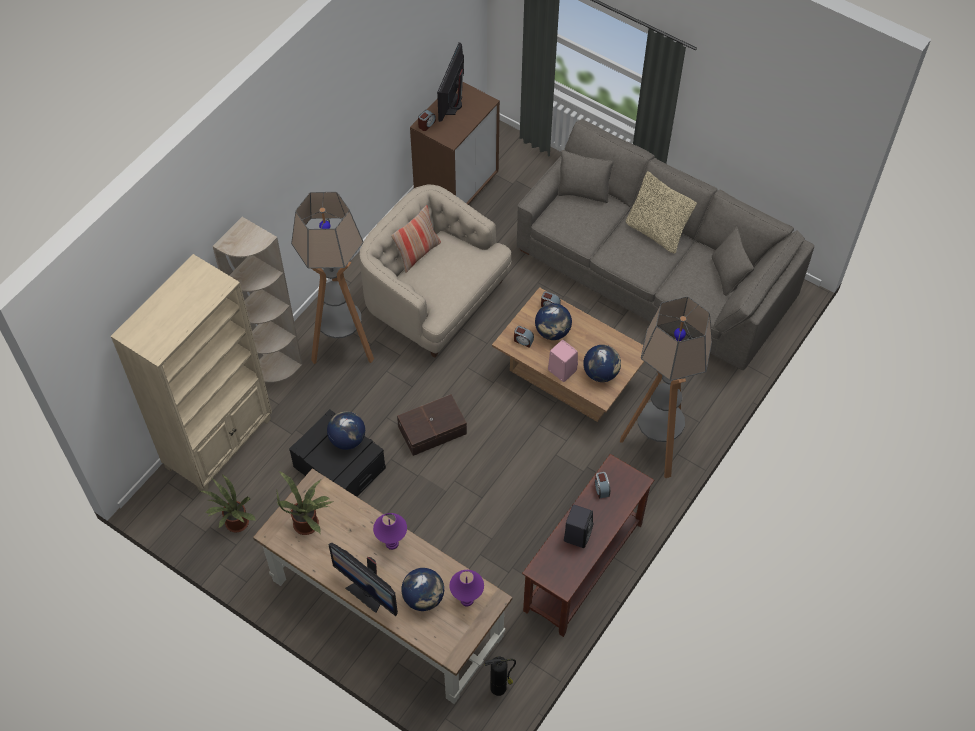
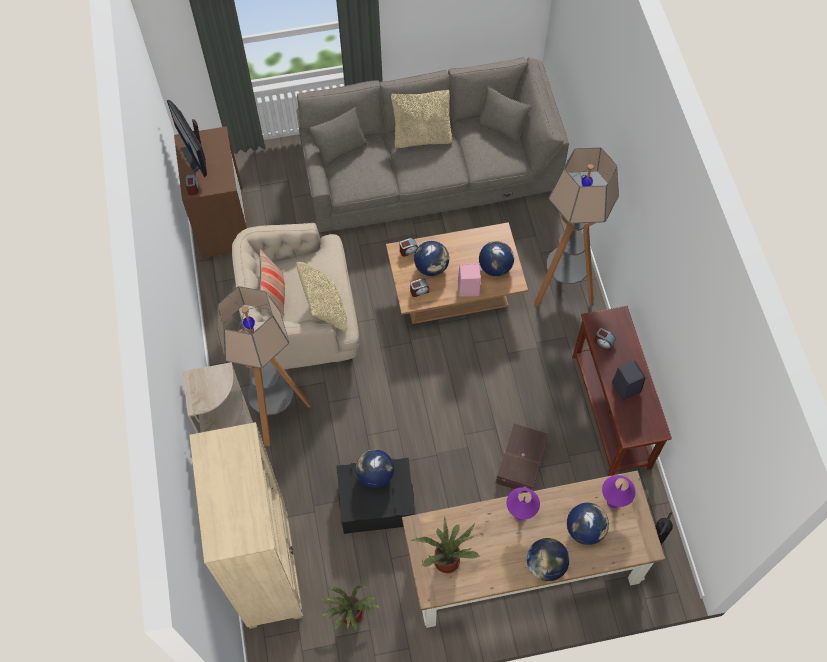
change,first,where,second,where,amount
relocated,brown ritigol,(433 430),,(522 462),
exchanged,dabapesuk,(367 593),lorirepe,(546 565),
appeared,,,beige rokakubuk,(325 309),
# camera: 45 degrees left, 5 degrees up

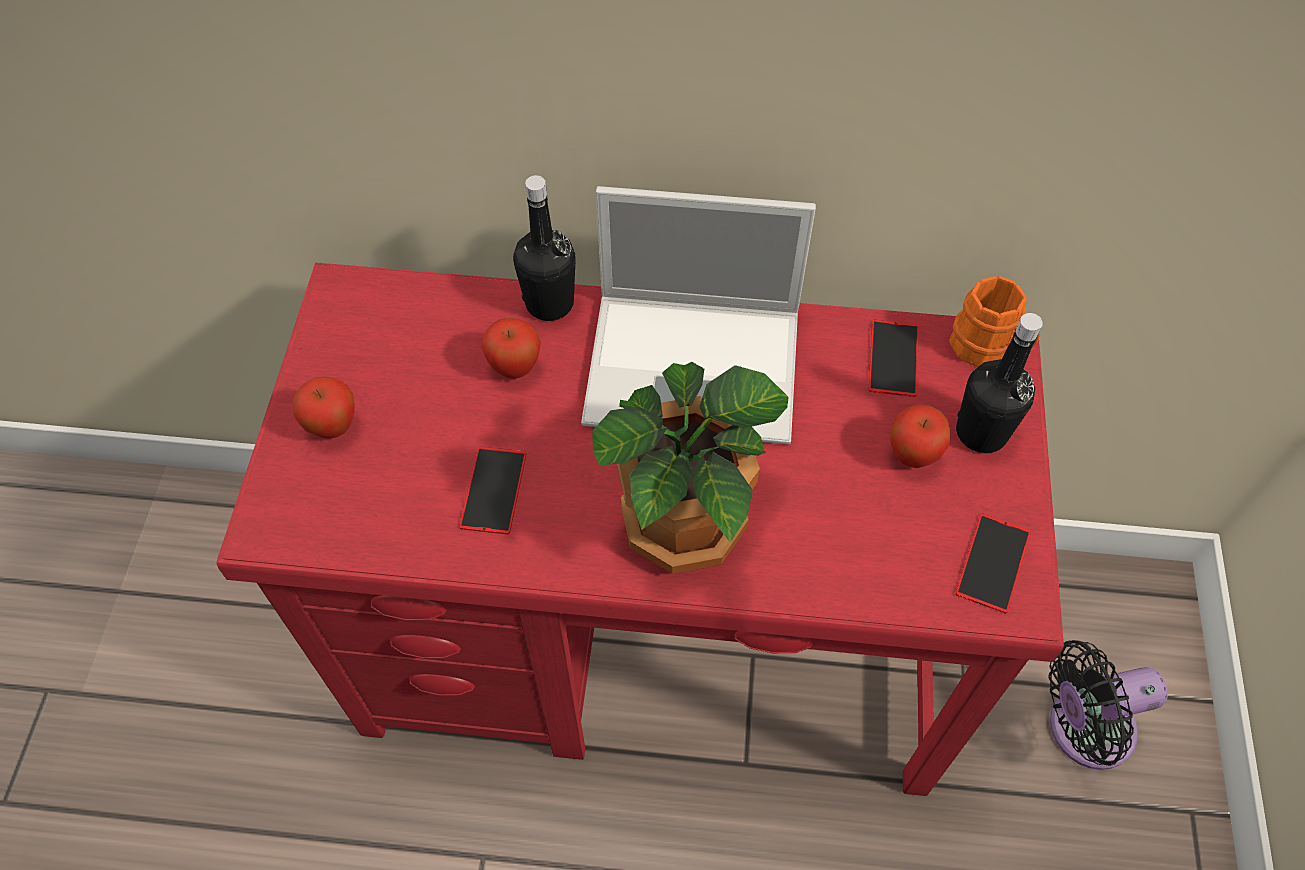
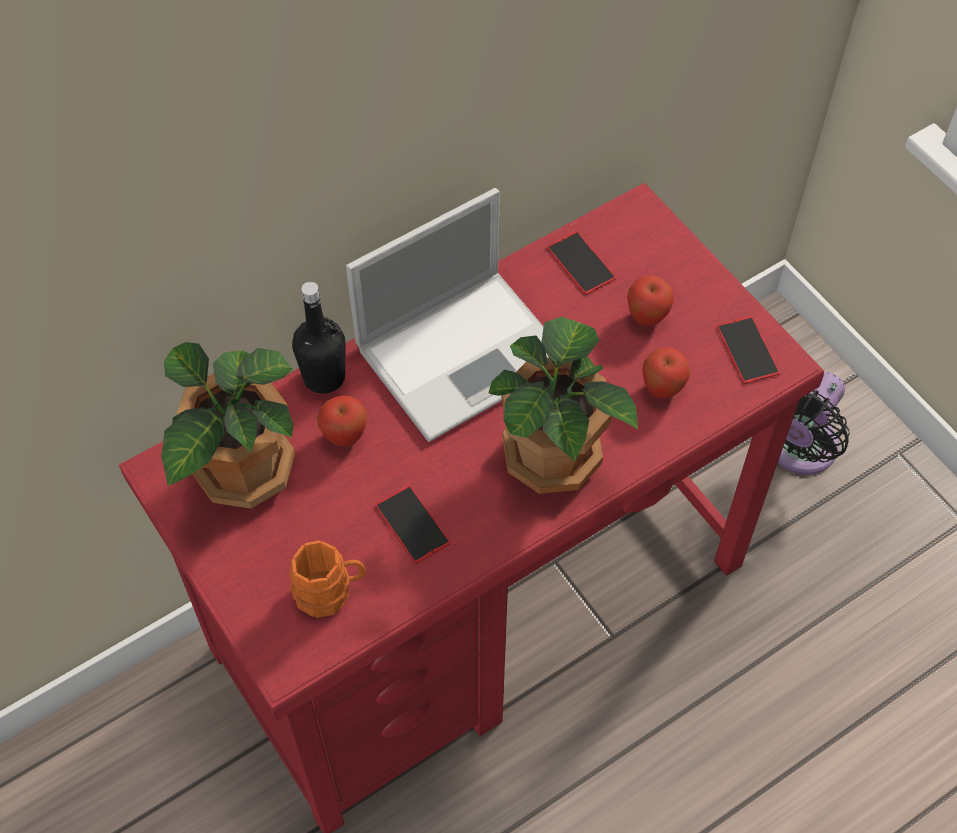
change,first,where,second,where,amount
relocated,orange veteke,(988 348),,(330 592),
missing,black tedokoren,(981 432),,,
relocated,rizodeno,(333 427),,(662 389),
appeared,,,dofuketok,(241 471),
# camera: 40 degrees left, 0 degrees up

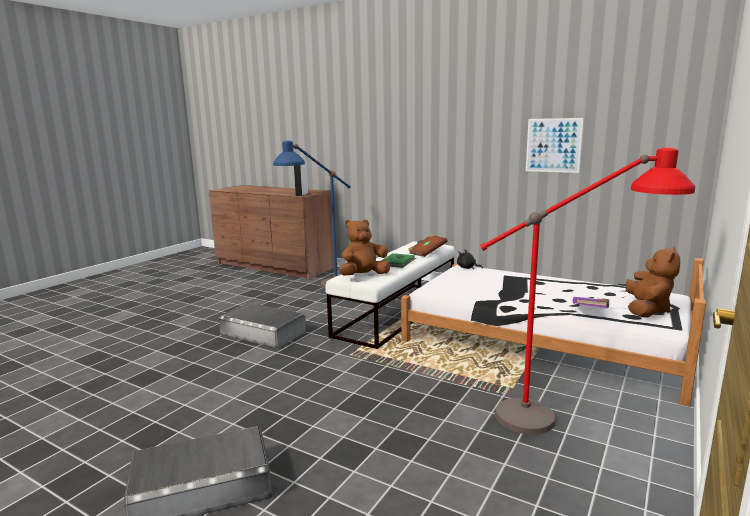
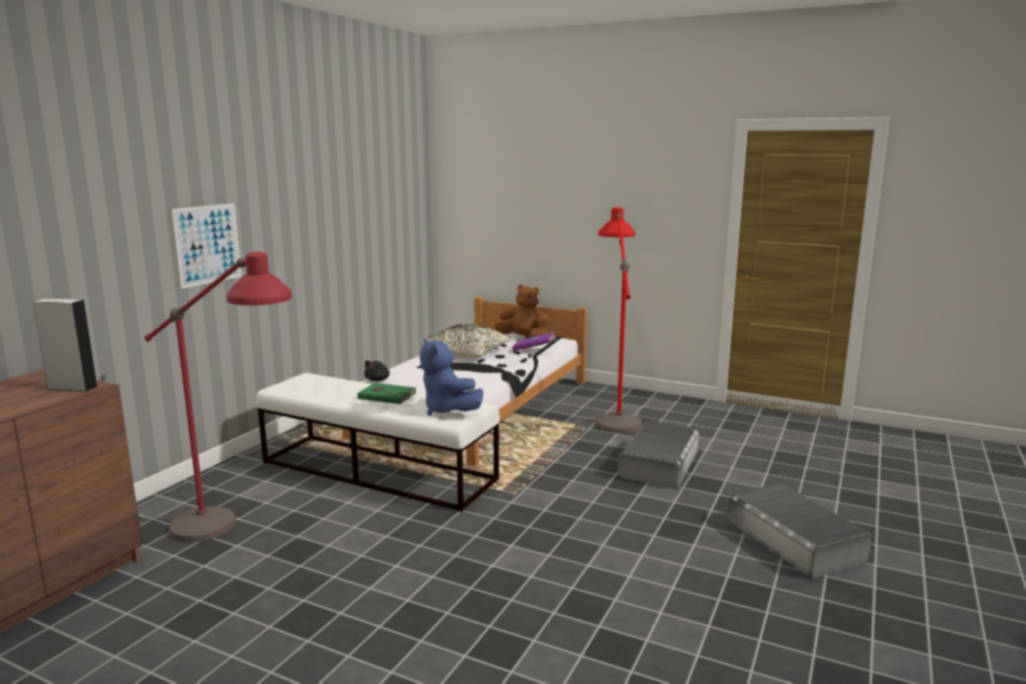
change,first,where,second,where,amount
relocated,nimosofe,(553 145),,(207 244),
colour,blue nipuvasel,(321 290),red nipuvasel,(233 537),
colour,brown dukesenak,(364 276),blue dukesenak,(448 410),
missing,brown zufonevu,(427 252),,,
relocated,grey ritigol,(263 332),,(659 464),
appeared,,,beige rokakubuk,(466 353),
# camera: 95 degrees left, 0 degrees up

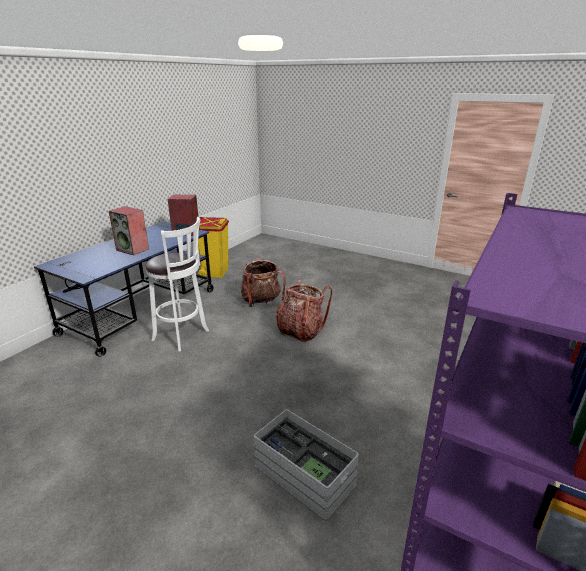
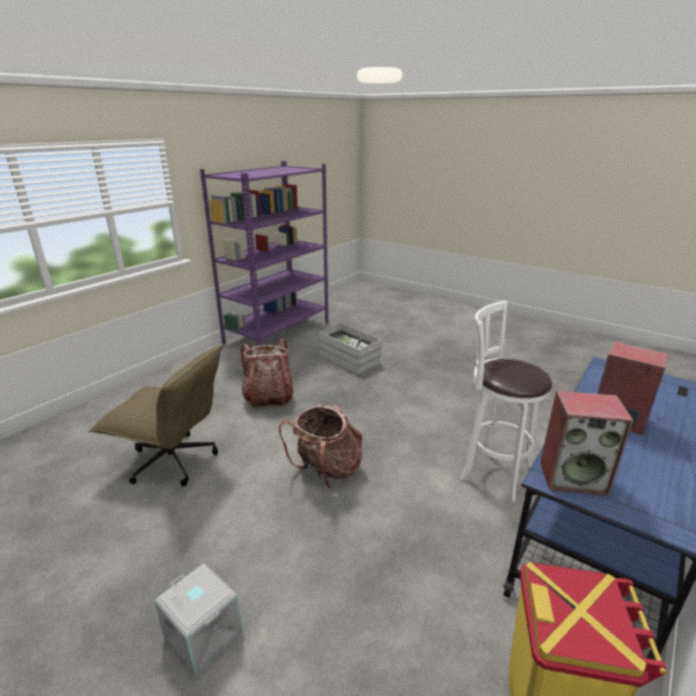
change,first,where,second,where,amount
relocated,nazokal,(262 301),,(269 398),
appeared,,,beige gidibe,(171 460),
appeared,,,grey ritigol,(205 633),
# camera: 175 degrees left, 0 degrees up

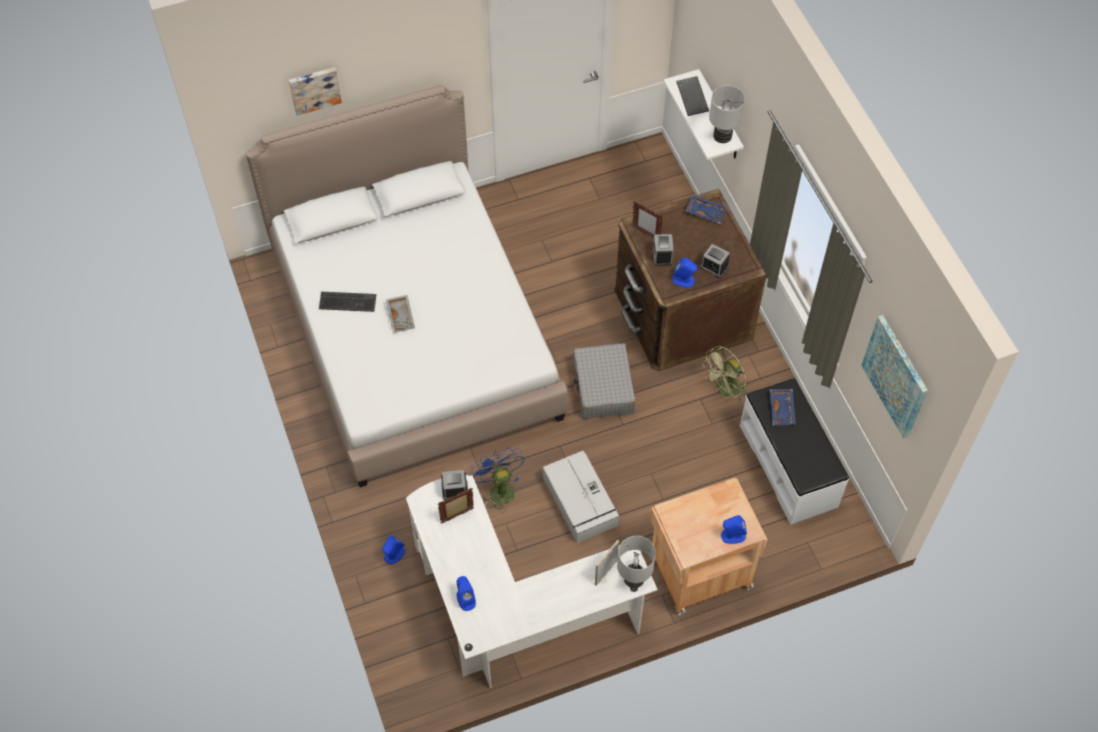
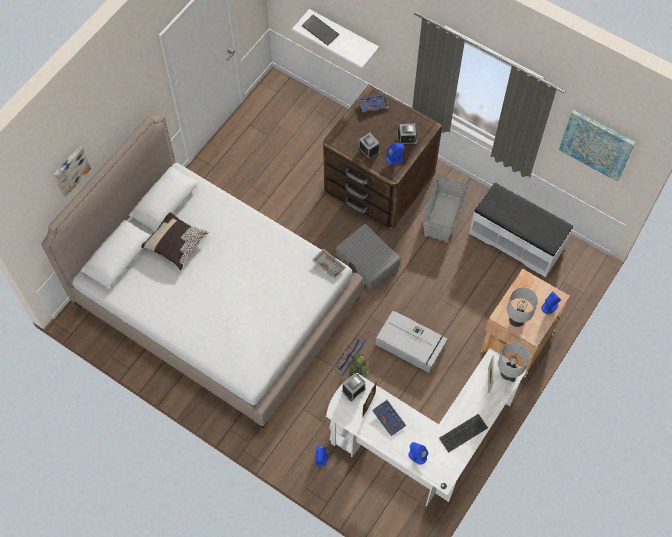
change,first,where,second,where,amount
relocated,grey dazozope,(722 136),,(516 319),
missing,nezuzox,(646 233),,,
relocated,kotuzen,(347 302),,(463 433),
relocated,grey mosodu,(401 316),,(329 265),
exchanged,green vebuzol,(725 390),grey ritigol,(443 216),
relocated,blue mosodu,(782 410),,(389 419),
appeared,,,rokakubuk,(176 244),
# camera: 35 degrees left, 5 degrees up

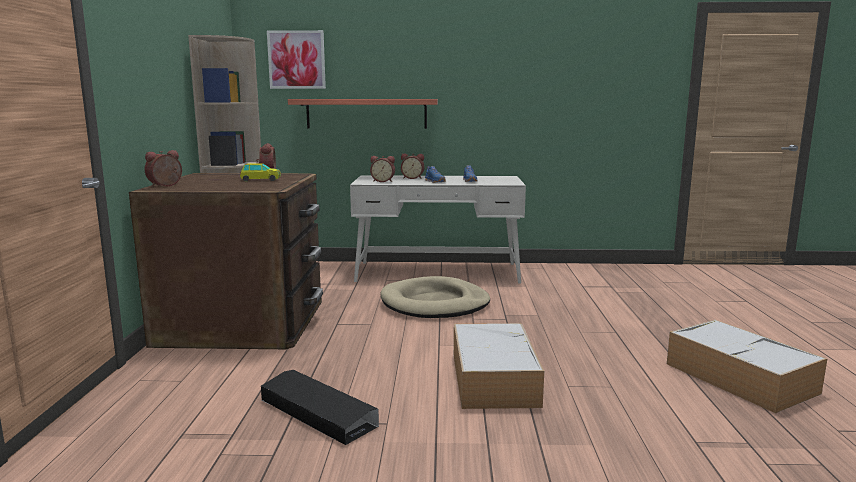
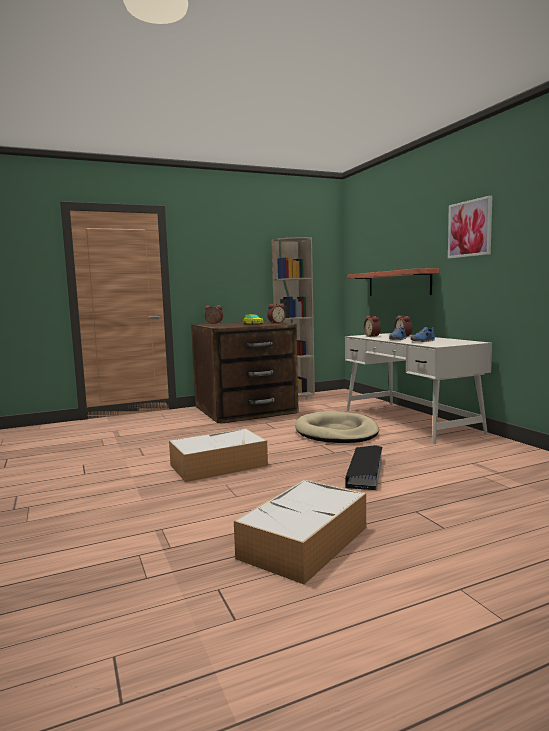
change,first,where,second,where,amount
relocated,nimosofe,(296 60),,(469 228),
relocated,black ritigol,(317 413),,(365 472),
# camera: 65 degrees right, 5 degrees down

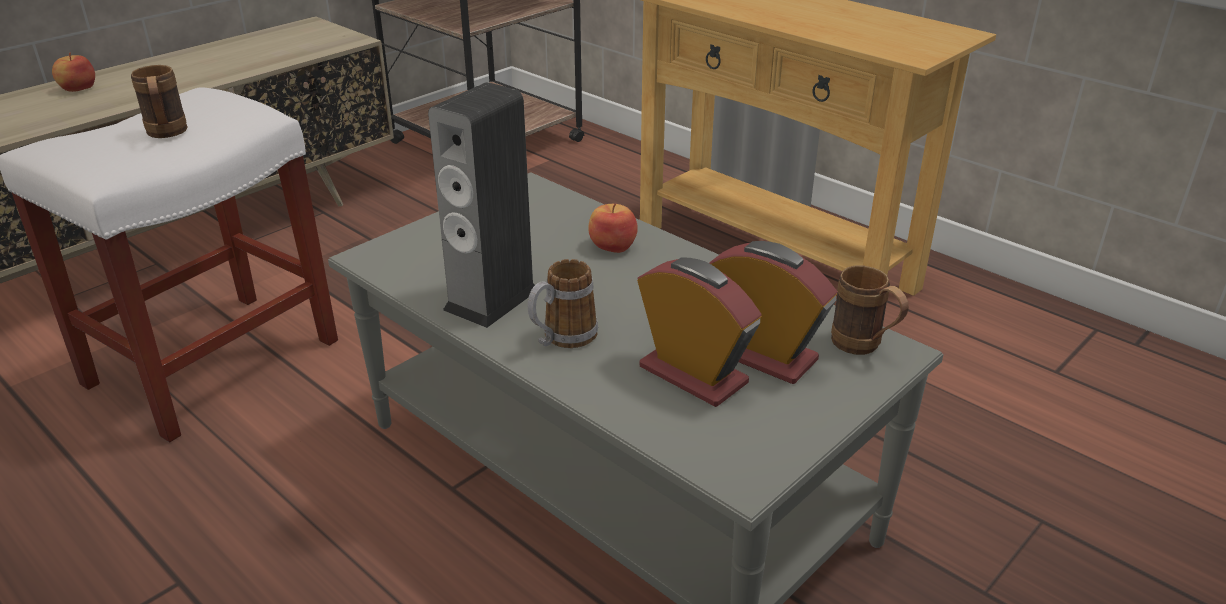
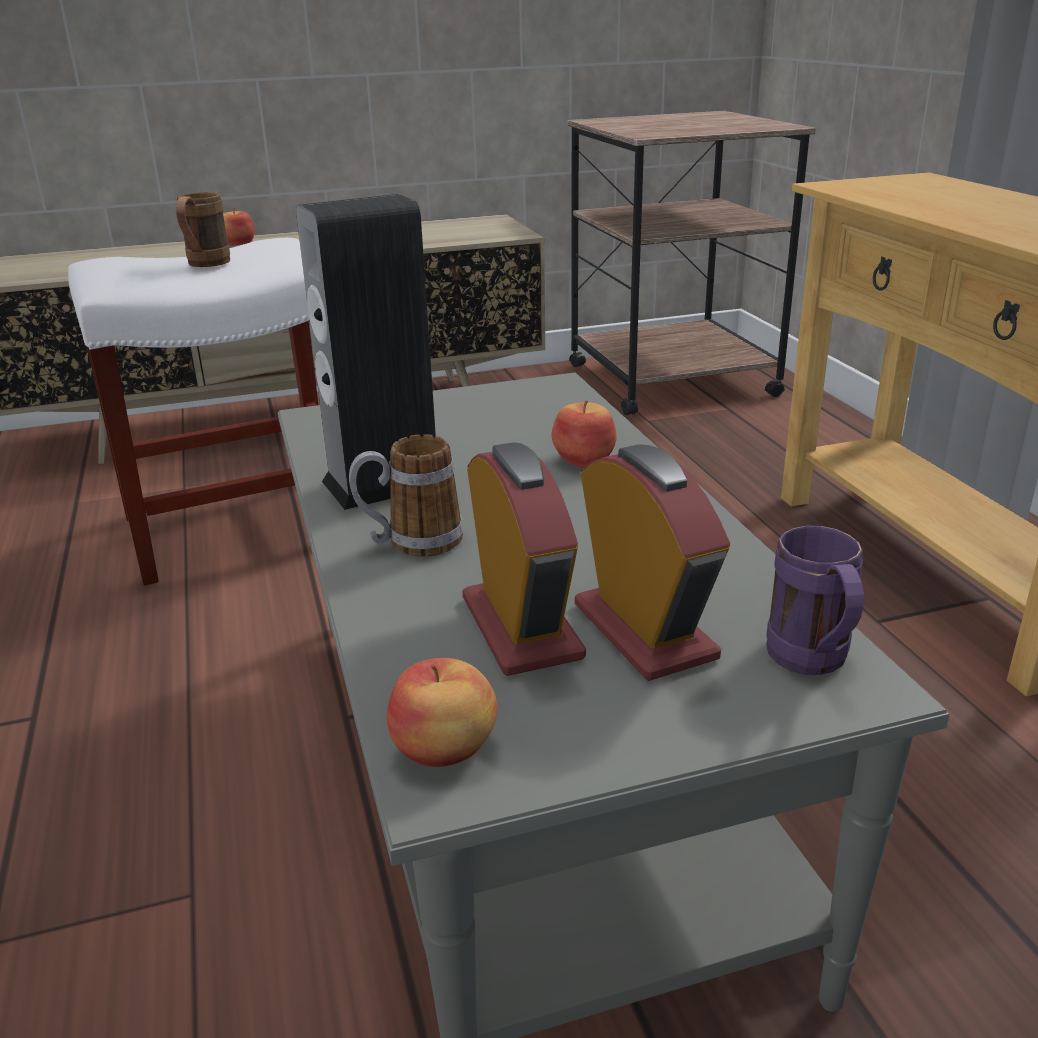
change,first,where,second,where,amount
colour,brown veteke,(864 347),purple veteke,(813 664),
appeared,,,rizodeno,(445 750),
# camera: 30 degrees right, 5 degrees down

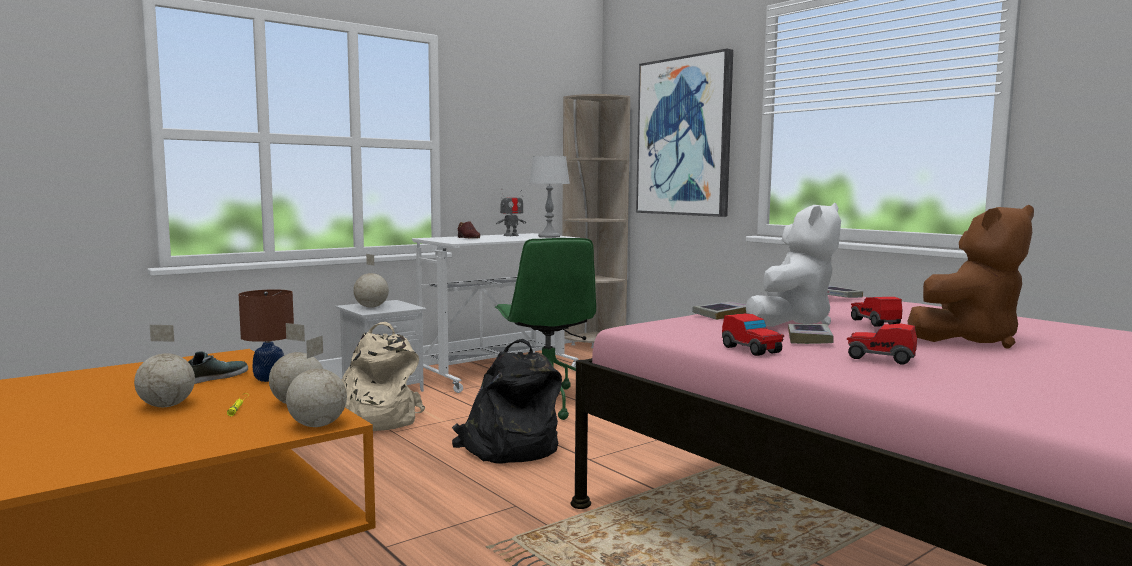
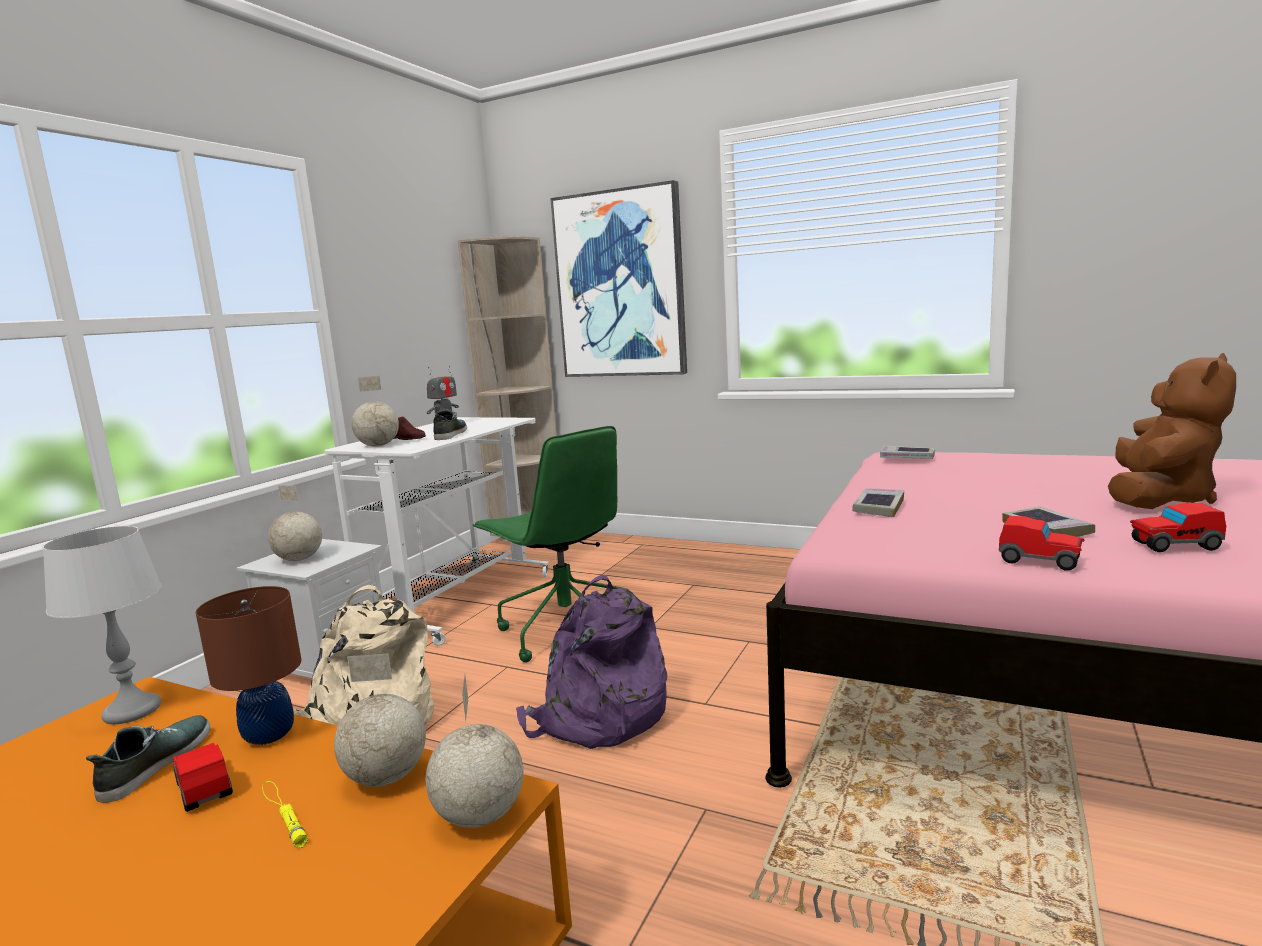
change,first,where,second,where,amount
relocated,grey dazozope,(549 237),,(132 711),
missing,white dukesenak,(791 322),,,
relocated,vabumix,(874 322),,(204 789),
relocated,lorirepe,(166 406),,(377 446),
colour,black nazokal,(509 448),purple nazokal,(597 717),
appeared,,,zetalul,(450 434),
# camera: 25 degrees left, 5 degrees up

